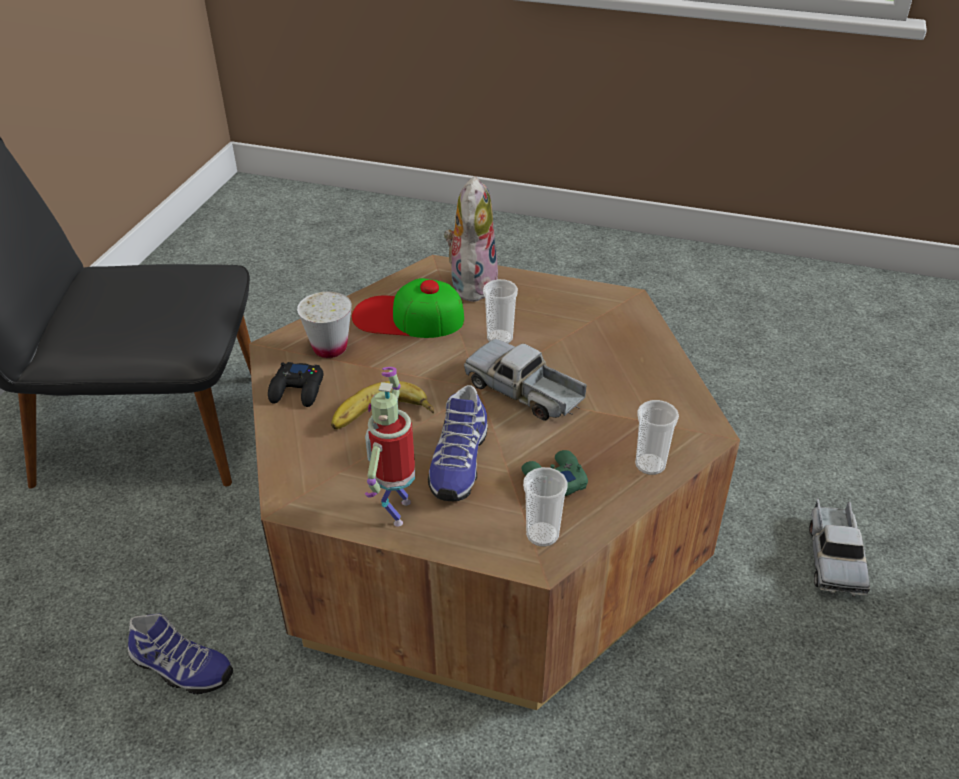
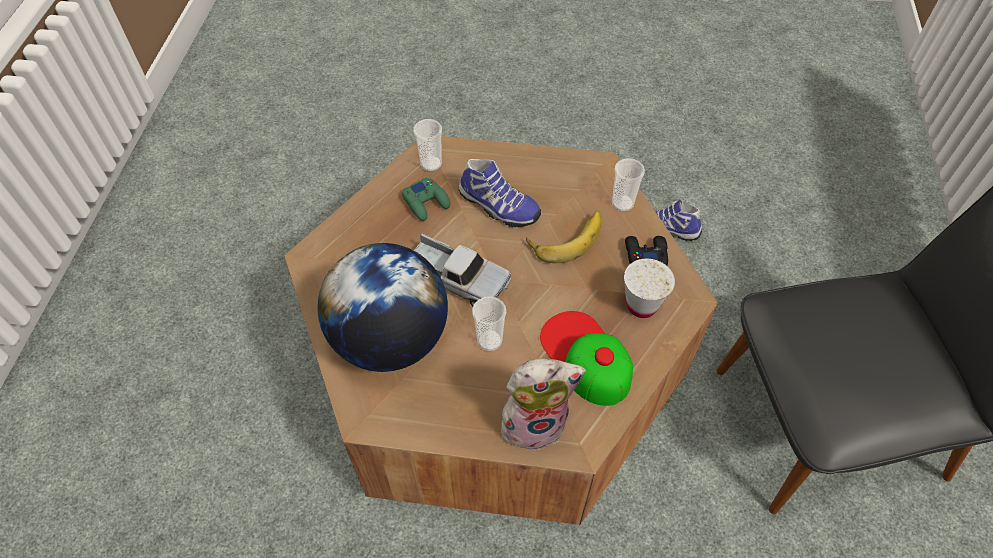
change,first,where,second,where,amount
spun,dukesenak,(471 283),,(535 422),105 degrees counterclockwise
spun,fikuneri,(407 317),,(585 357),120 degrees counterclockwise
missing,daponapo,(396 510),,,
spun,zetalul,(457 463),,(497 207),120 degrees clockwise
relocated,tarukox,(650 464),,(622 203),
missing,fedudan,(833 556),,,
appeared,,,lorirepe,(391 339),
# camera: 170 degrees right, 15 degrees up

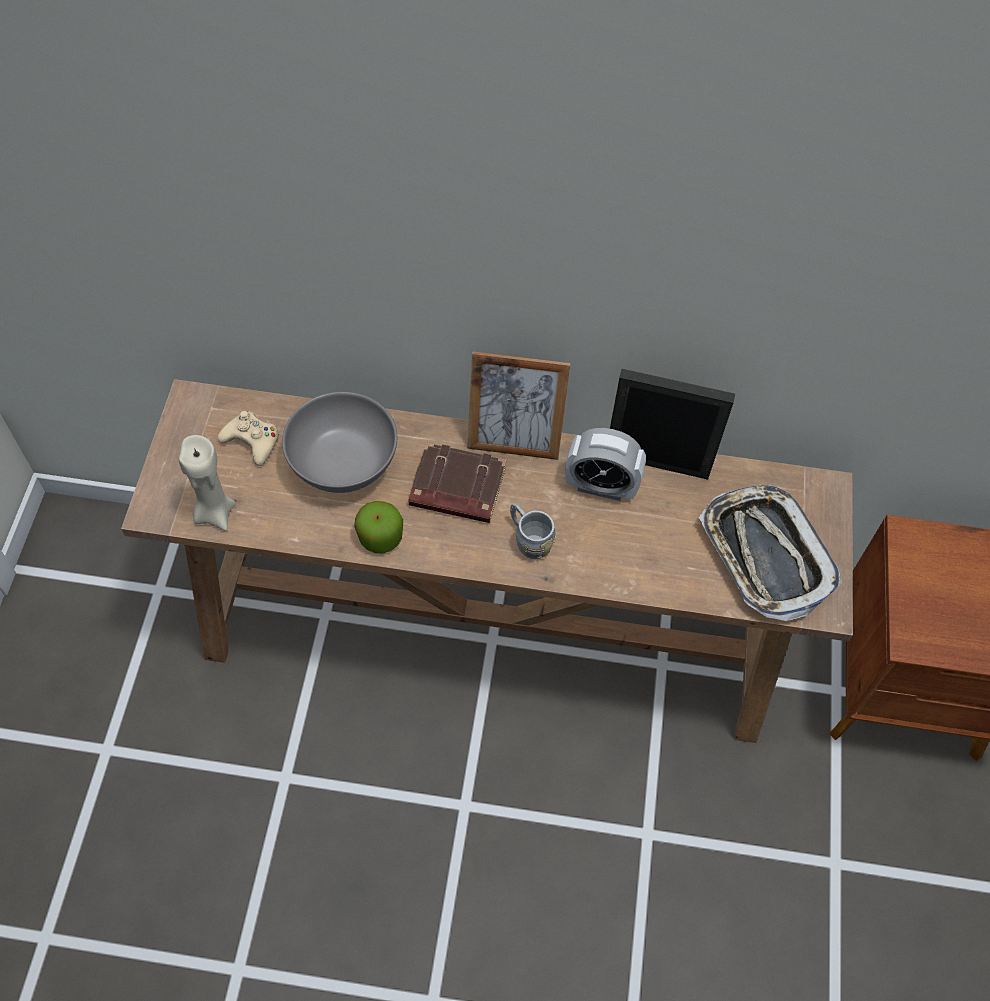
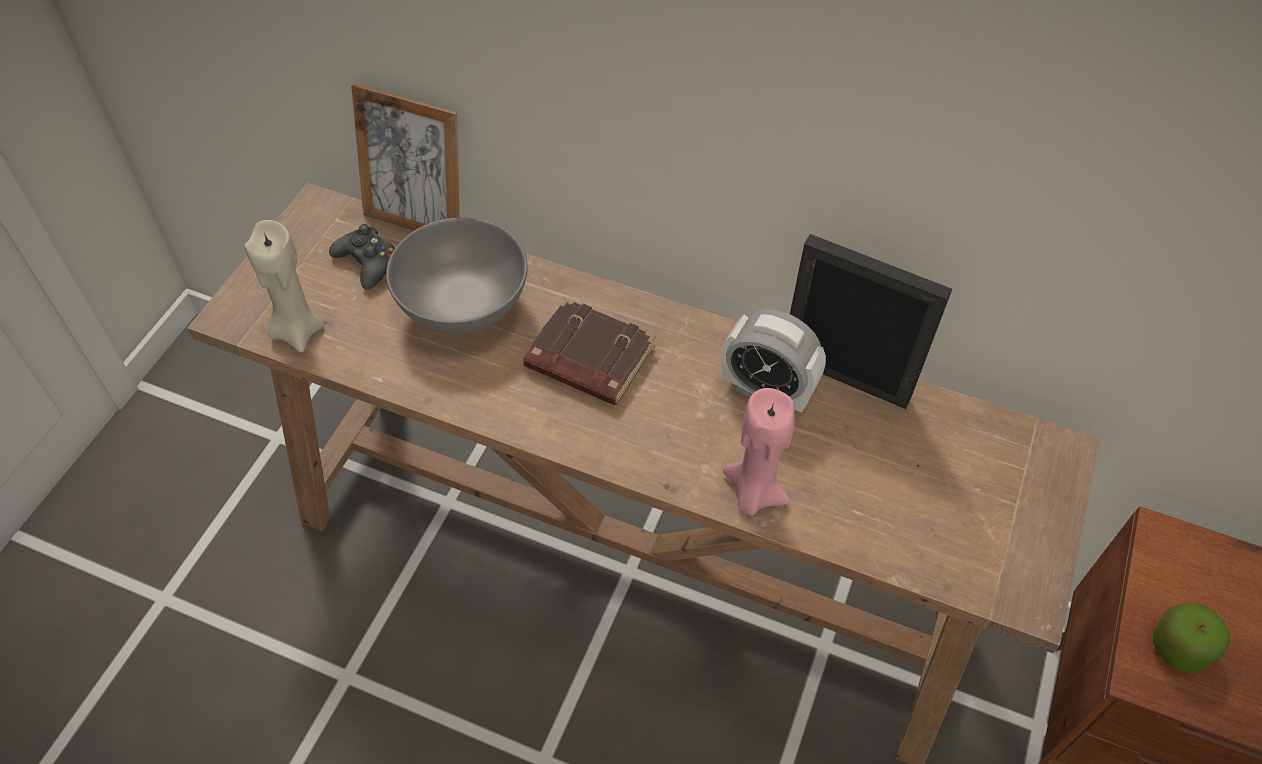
change,first,where,second,where,amount
relocated,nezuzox,(514 443),,(417 219),
colour,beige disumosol,(252 441),black disumosol,(368 263),
missing,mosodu,(765 555),,,
relocated,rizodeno,(380 537),,(1178 648),
missing,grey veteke,(528 540),,,
appeared,,,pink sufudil,(753 493),
# camera: 15 degrees right, 5 degrees down

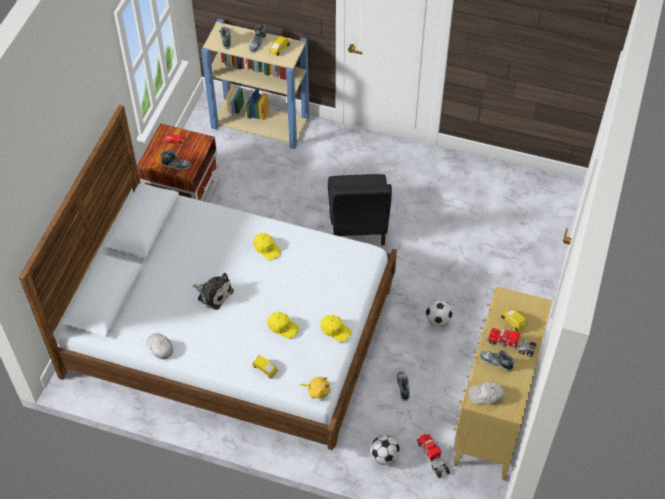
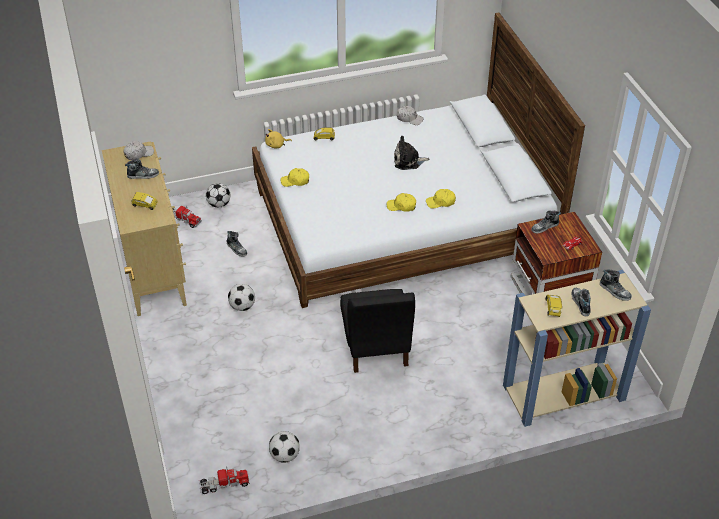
change,first,where,second,where,amount
spun,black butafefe,(358 225),,(376 346),150 degrees counterclockwise
relocated,yellow fikuneri,(282 327),,(440 202),
relocated,fedudan,(512 344),,(224 484),
appeared,,,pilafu,(285 455),
# camera: 145 degrees right, 10 degrees down

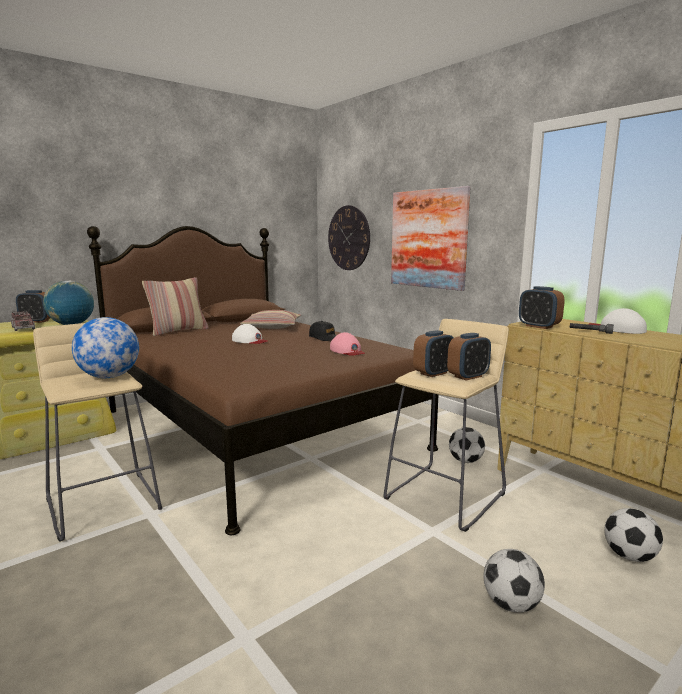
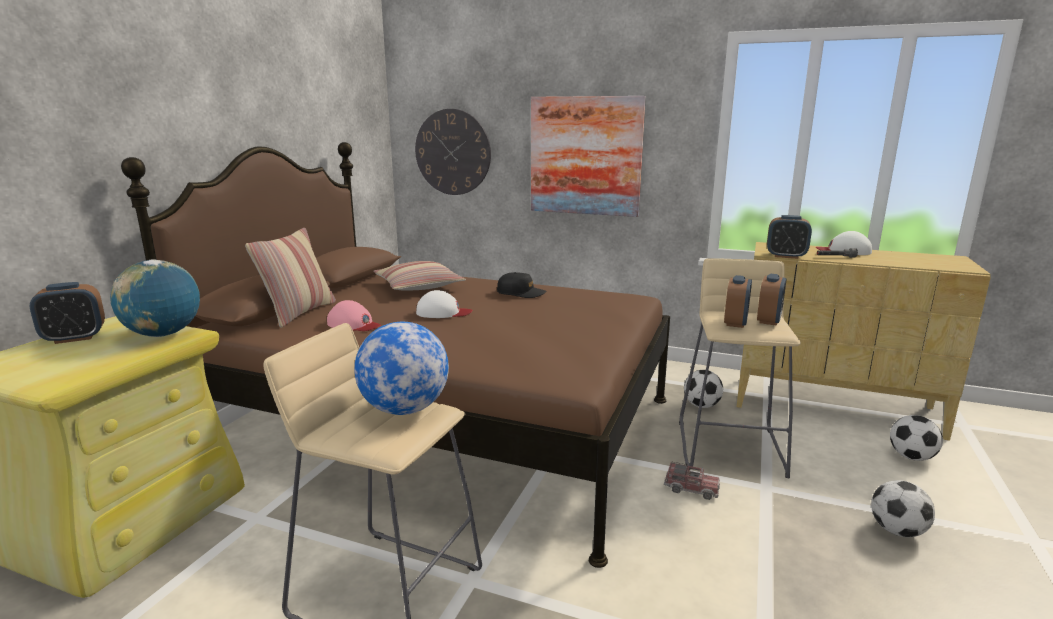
change,first,where,second,where,amount
relocated,fedudan,(23 328),,(691 489),
relocated,pink fikuneri,(347 351),,(354 324),
# camera: 30 degrees left, 5 degrees up

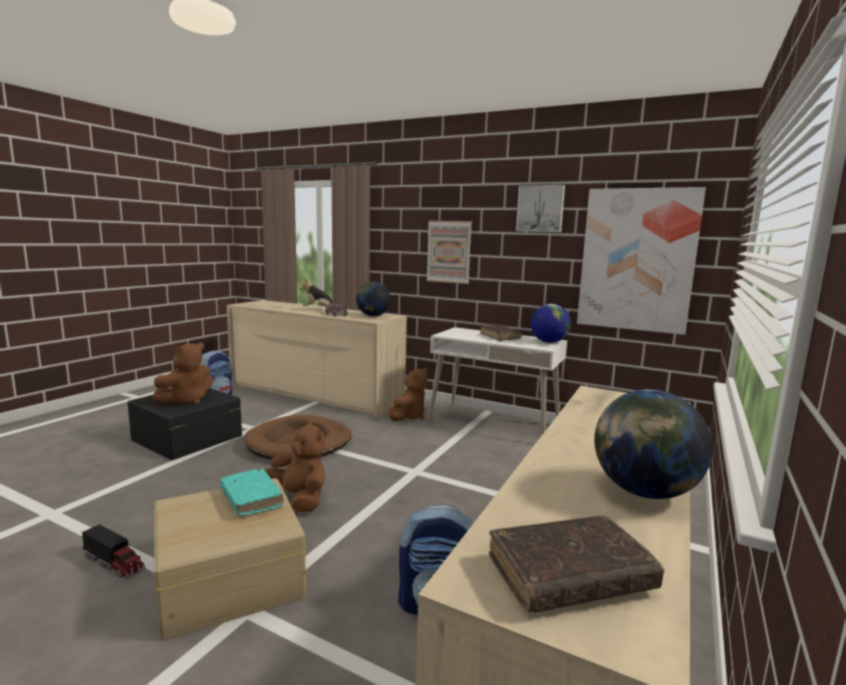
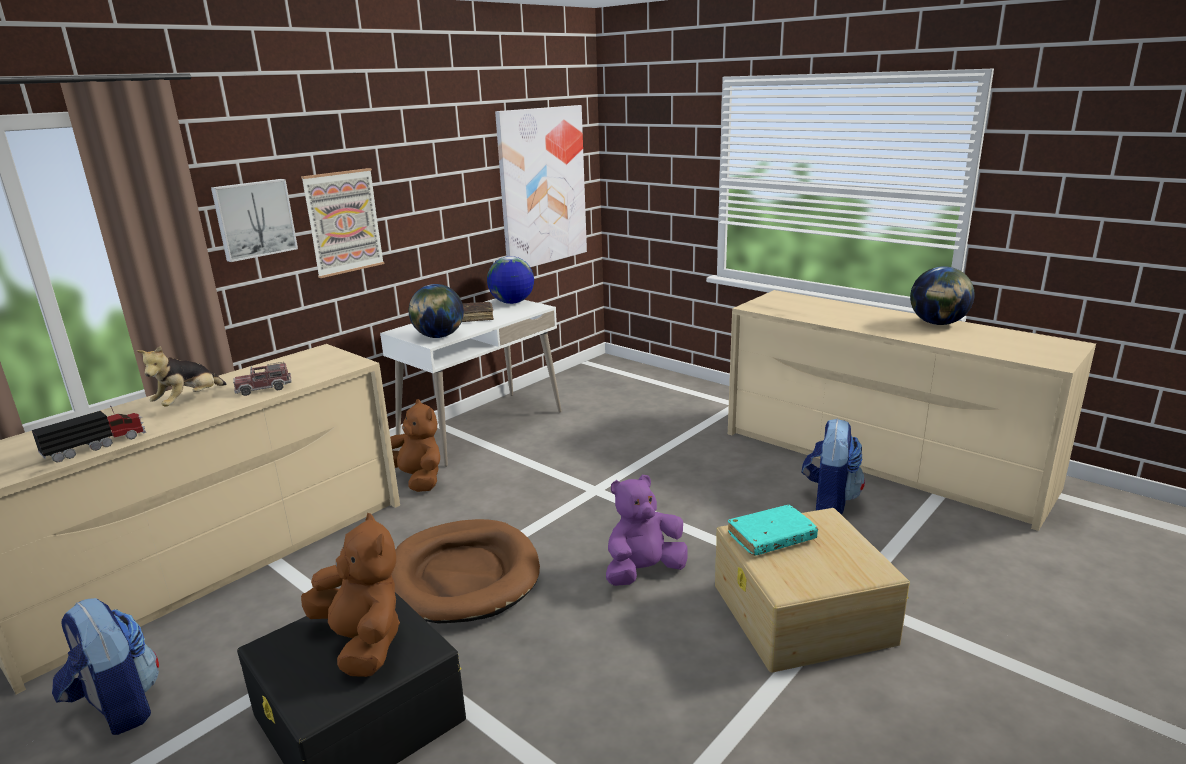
change,first,where,second,where,amount
relocated,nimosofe,(540 208),,(254 219),
relocated,lorirepe,(373 316),,(439 336),
colour,brown dukesenak,(299 499),purple dukesenak,(643 571),
missing,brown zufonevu,(569 576),,,
relocated,fedudan,(114 563),,(96 445),
# camera: 75 degrees left, 10 degrees up

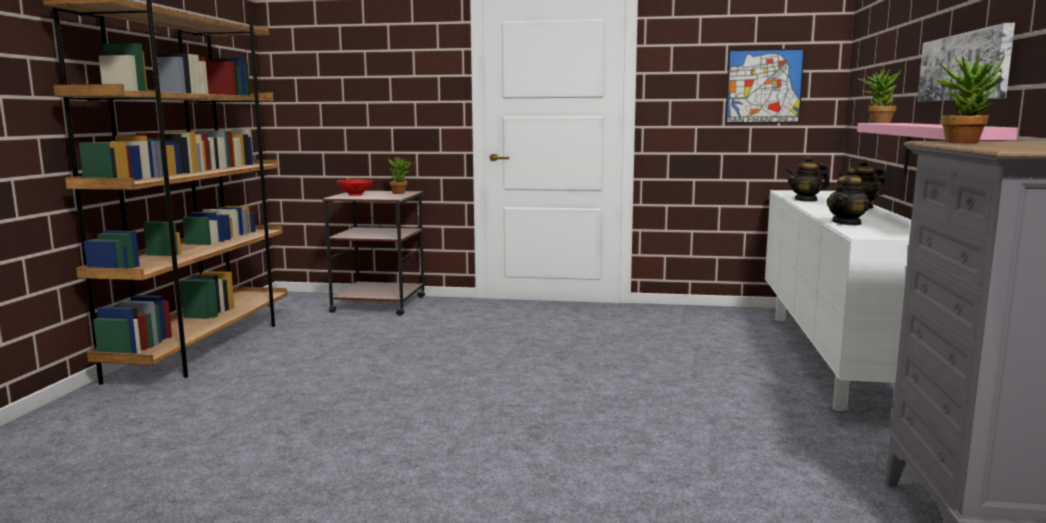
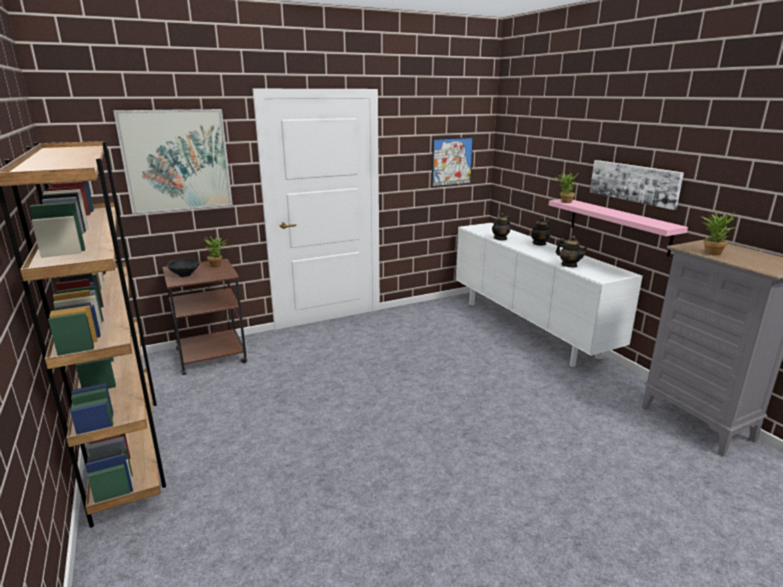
change,first,where,second,where,amount
spun,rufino,(847 223),,(569 265),45 degrees counterclockwise
colour,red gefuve,(355 195),black gefuve,(185 275),
appeared,,,nimosofe,(176 160),
# camera: 35 degrees left, 10 degrees up

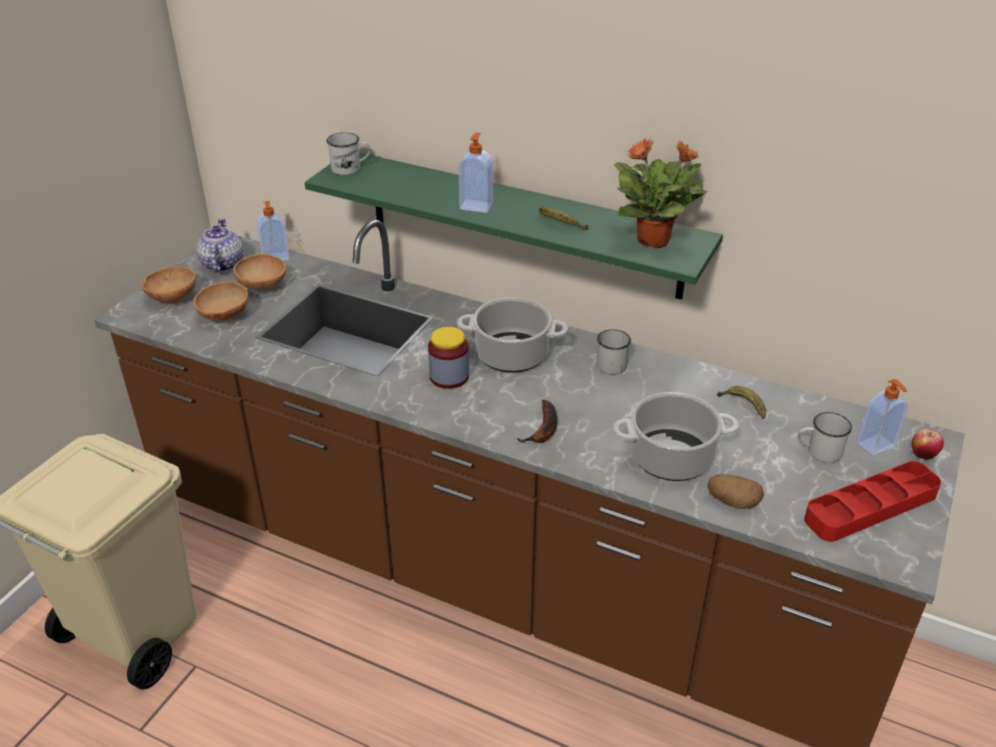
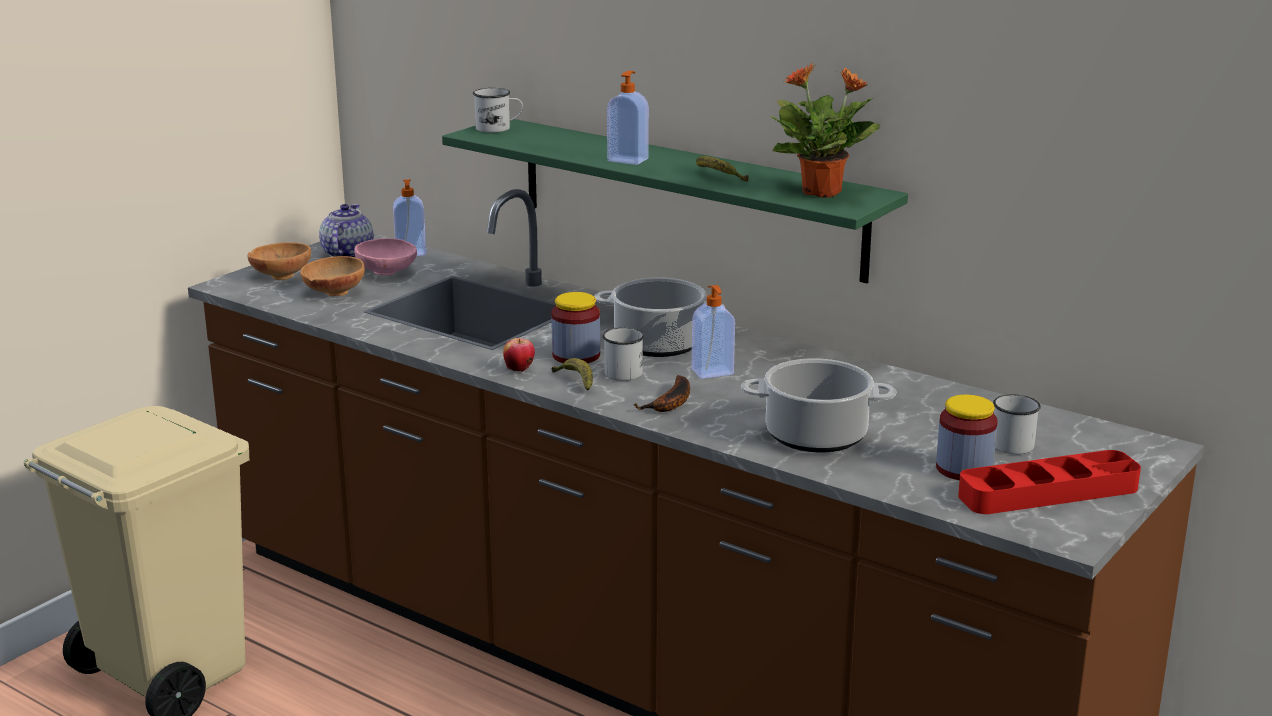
change,first,where,second,where,amount
colour,brown gefuve,(263 286),pink gefuve,(388 273),
relocated,white veteke,(609 362),,(621 371),
relocated,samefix,(877 445),,(713 373),
relocated,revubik,(743 405),,(576 381),
relocated,rizodeno,(923 455),,(519 370),
missing,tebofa,(732 502),,,
appeared,,,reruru,(964 469),
# camera: 10 degrees right, 15 degrees down

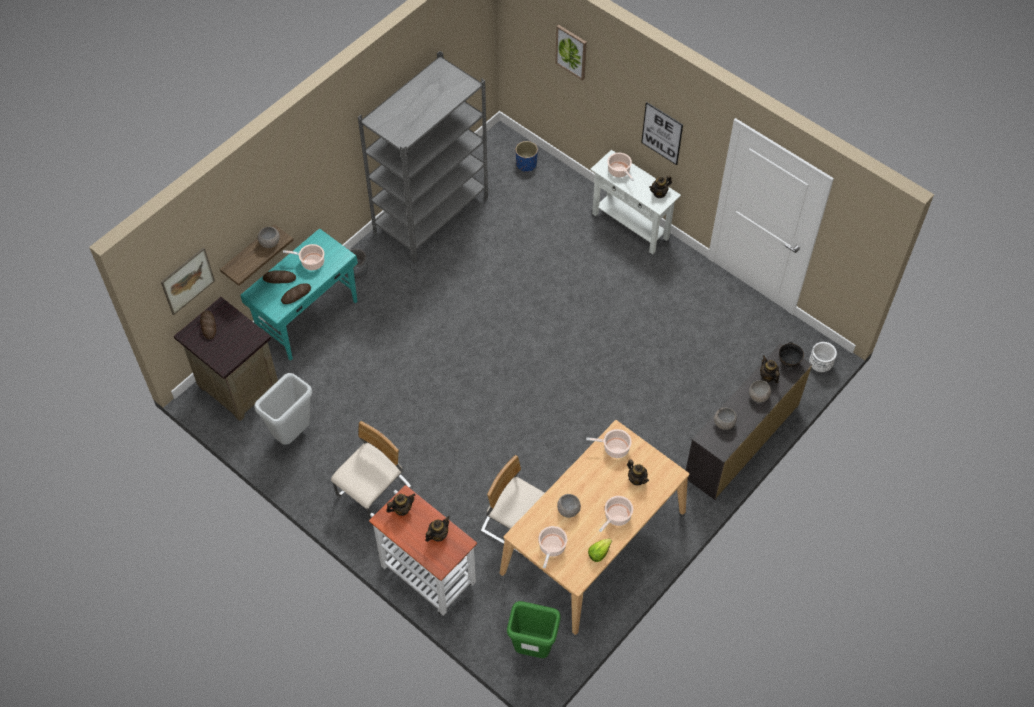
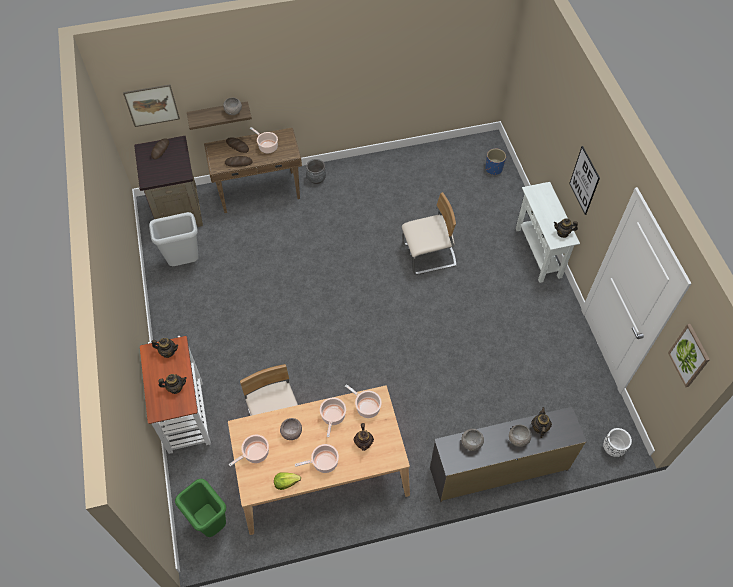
change,first,where,second,where,amount
relocated,nimosofe,(571 51),,(689 355),
missing,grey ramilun,(431 215),,,
relocated,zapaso,(619 171),,(333 417),
colour,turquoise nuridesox,(308 318),brown nuridesox,(260 192),
missing,black gefuve,(789 362),,,
relocated,beige butafefe,(374 492),,(429 256),
# camera: 35 degrees right, 0 degrees up

